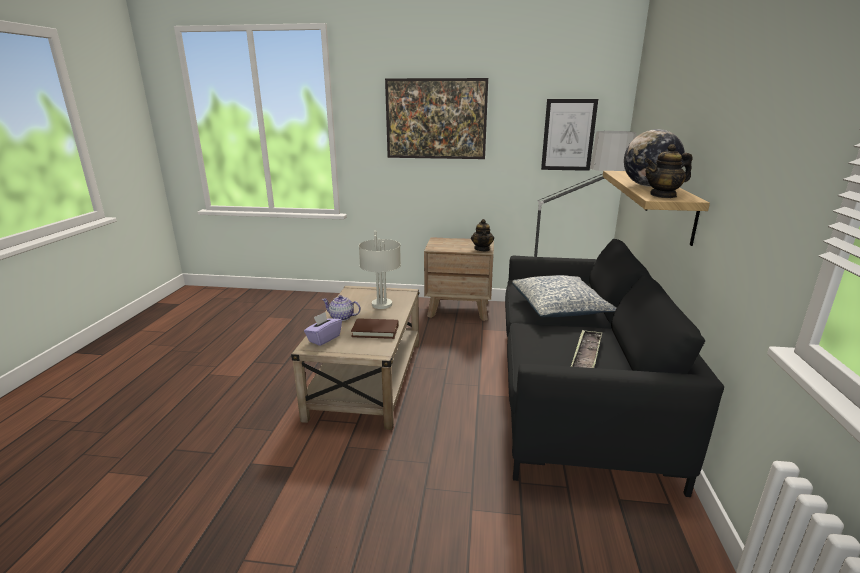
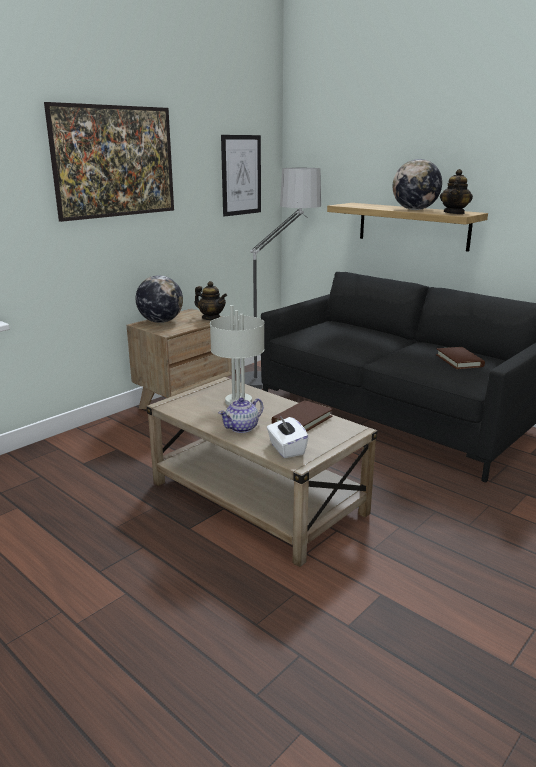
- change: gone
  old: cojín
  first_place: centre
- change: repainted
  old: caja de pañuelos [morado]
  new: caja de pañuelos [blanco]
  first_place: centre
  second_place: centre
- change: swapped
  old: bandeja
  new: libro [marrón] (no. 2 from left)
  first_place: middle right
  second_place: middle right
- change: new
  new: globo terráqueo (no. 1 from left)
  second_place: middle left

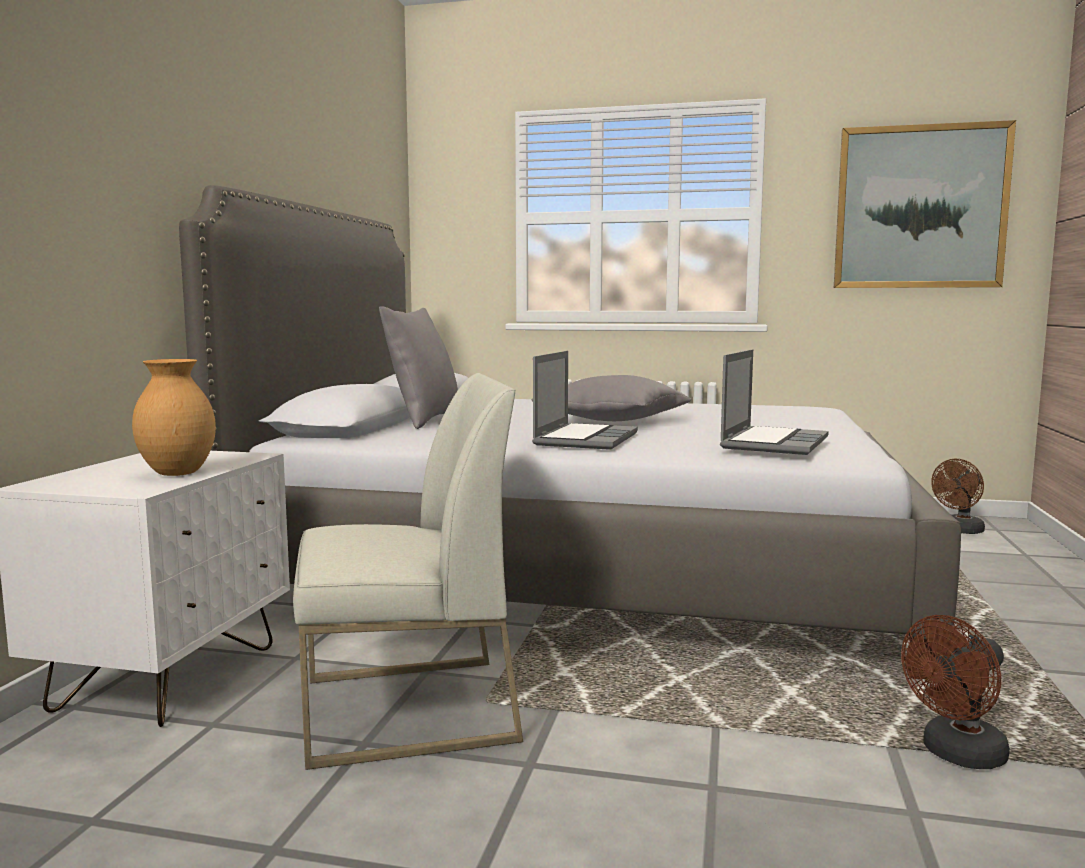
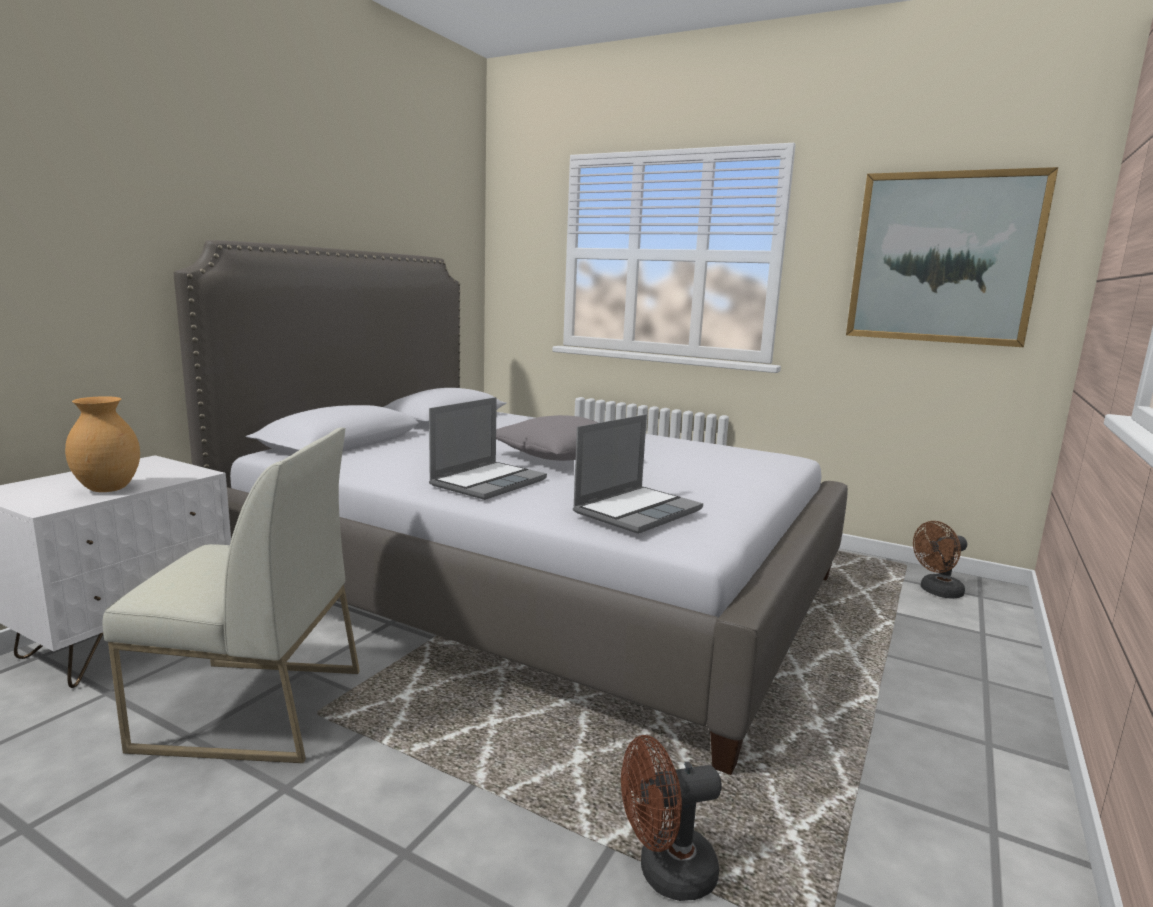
- change: gone
  old: cojín [gris] (no. 1 from left)
  first_place: centre

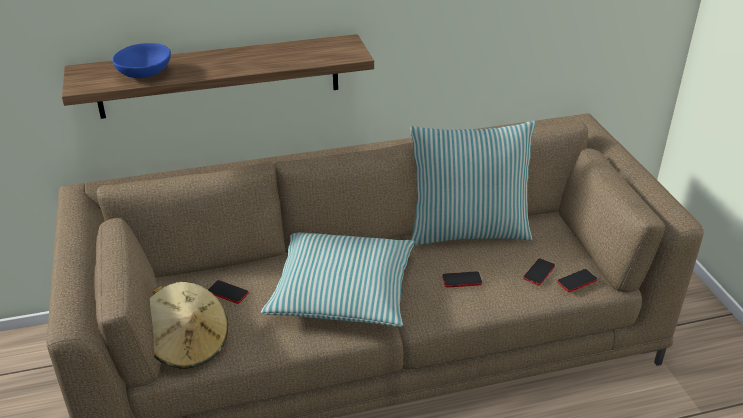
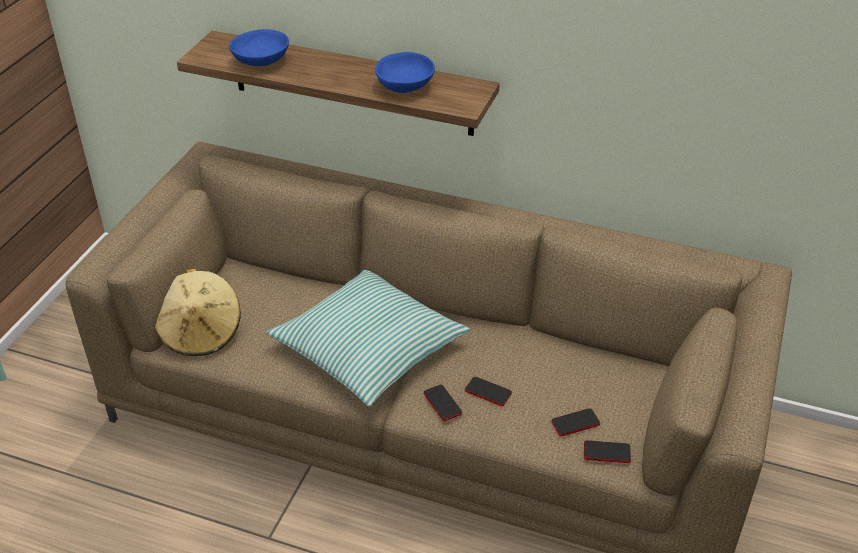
- change: gone
  old: cojín (no. 2 from left)
  first_place: centre
- change: shifted
  old: móvil (no. 1 from left)
  first_place: bottom left
  second_place: bottom centre
- change: new
  new: cuenco [azul] (no. 2 from left)
  second_place: top centre

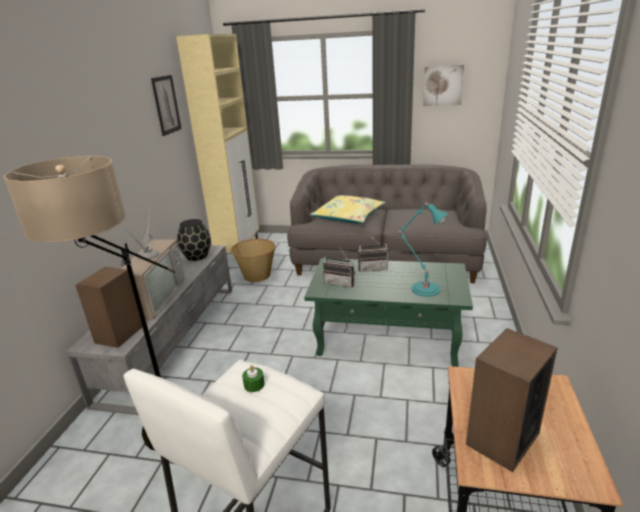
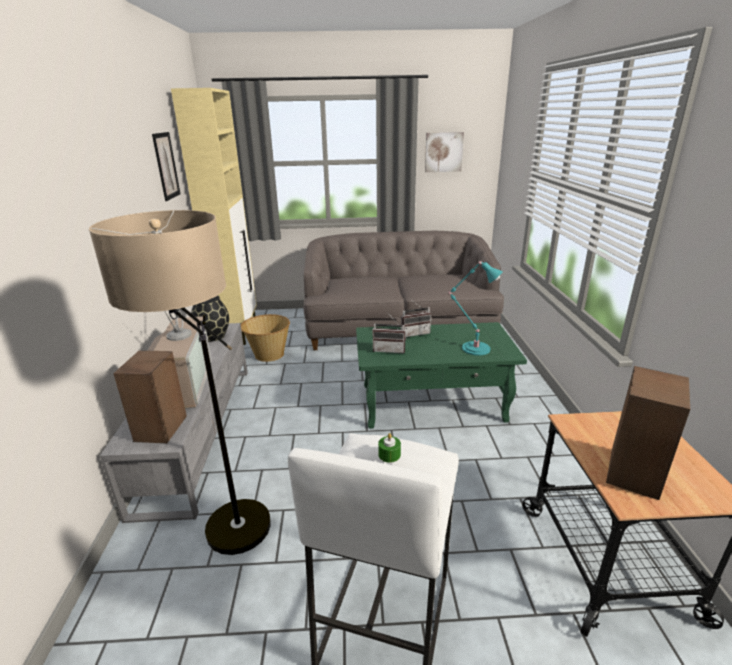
- change: gone
  old: cojín [amarillo]
  first_place: centre

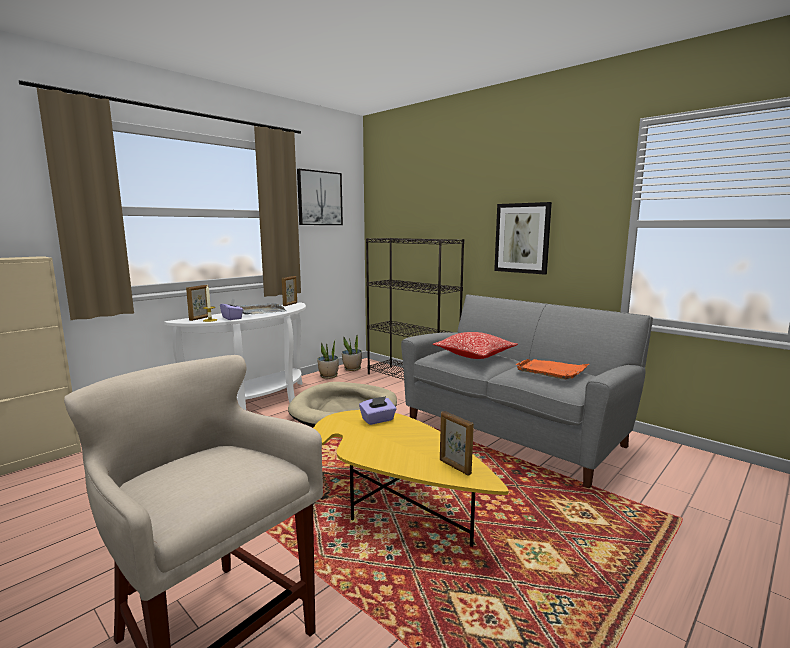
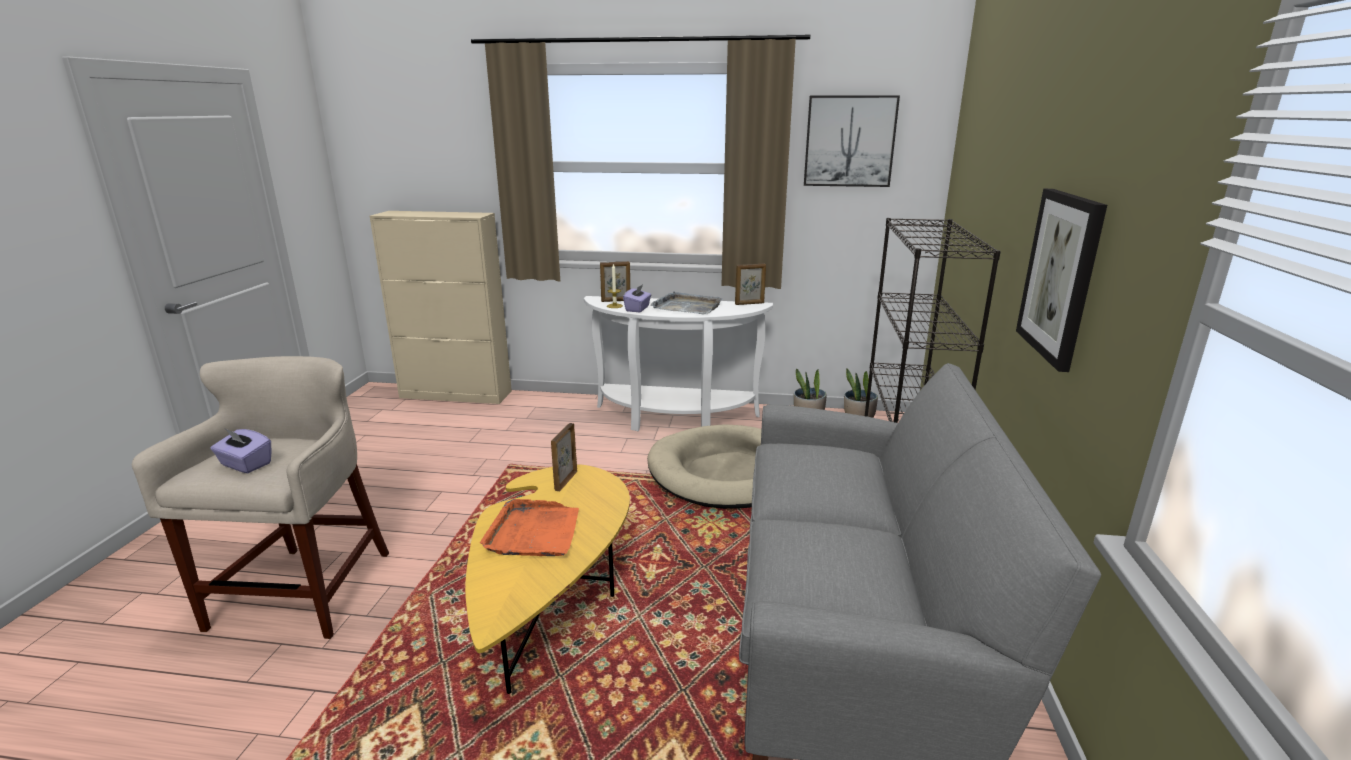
- change: gone
  old: cojín
  first_place: centre
- change: shifted
  old: bandeja [naranja]
  first_place: middle right
  second_place: bottom centre
- change: shifted
  old: caja de pañuelos [morado] (no. 2 from left in the first image)
  new: caja de pañuelos [morado] (no. 1 from left)
  first_place: centre
  second_place: middle left
- change: shifted
  old: portarretratos (no. 3 from left in the first image)
  new: portarretratos (no. 1 from left)
  first_place: bottom centre
  second_place: centre

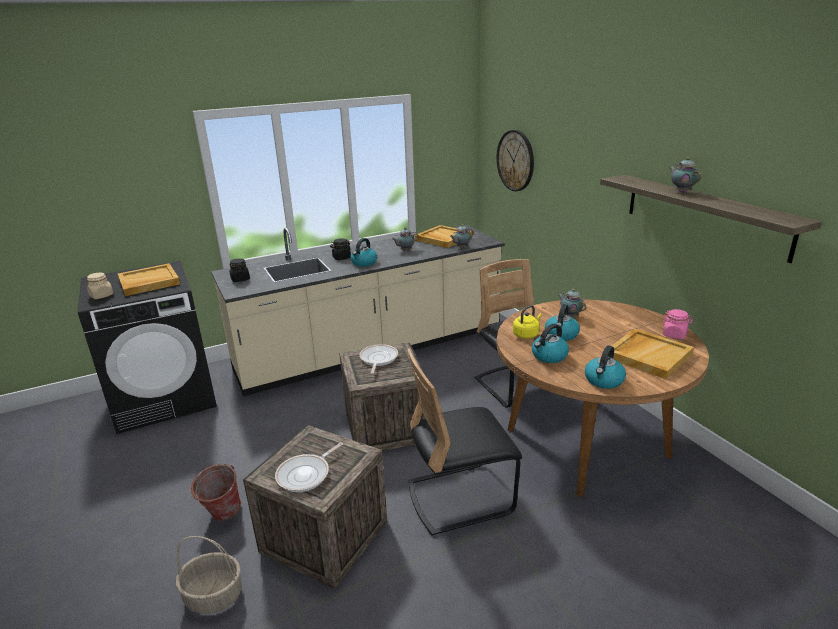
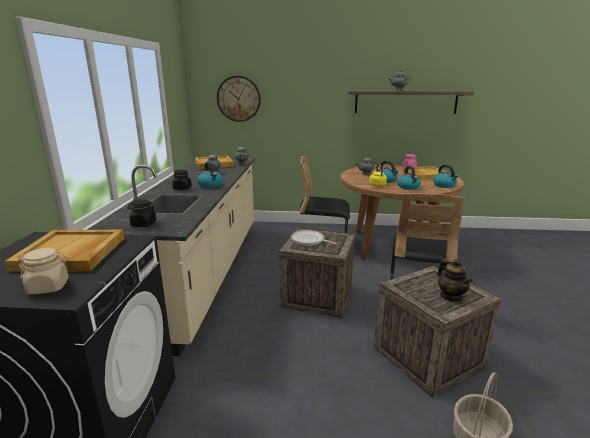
- change: swapped
  old: sartén (no. 1 from left)
  new: tetera (no. 5 from left)
  first_place: bottom centre
  second_place: middle right
- change: gone
  old: cubo
  first_place: bottom left

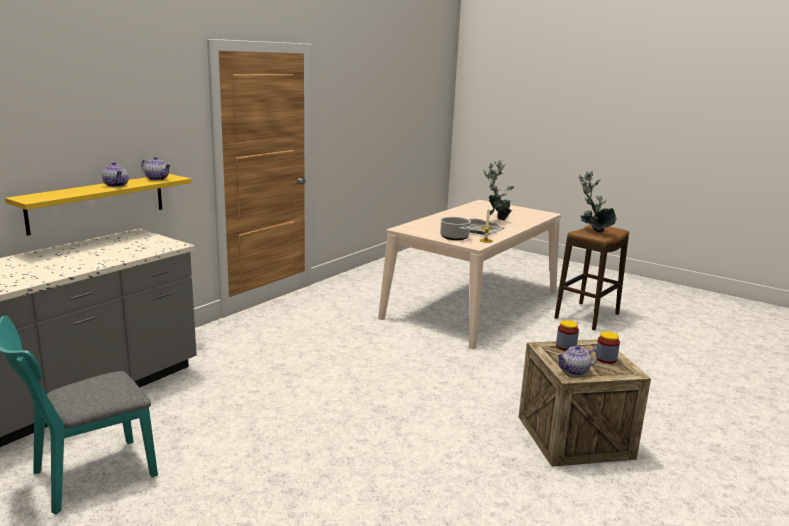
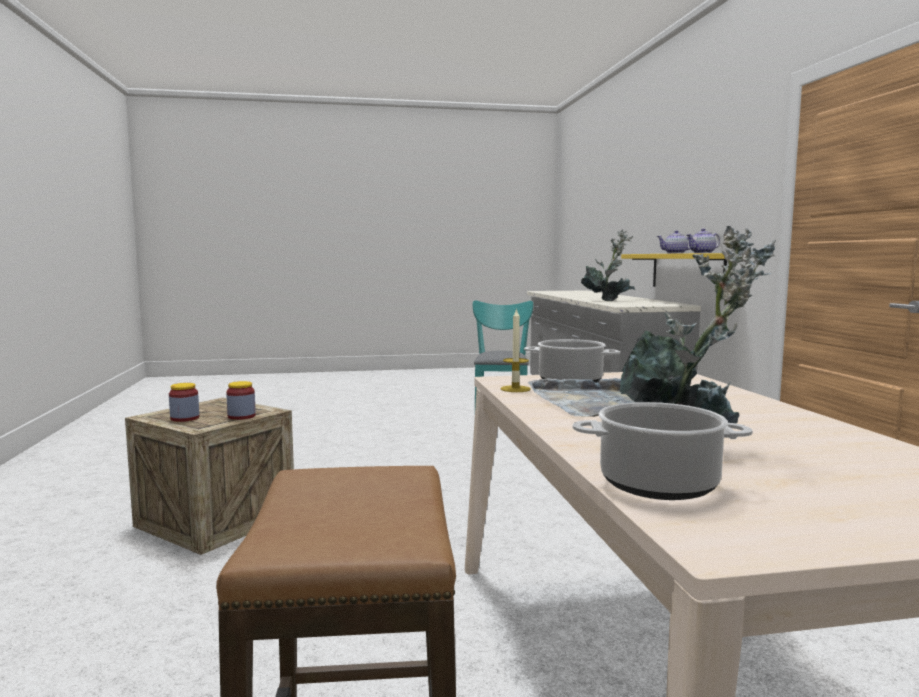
- change: shifted
  old: planta en maceta (no. 2 from left in the first image)
  new: planta en maceta (no. 1 from left)
  first_place: middle right
  second_place: centre
- change: gone
  old: tetera (no. 3 from left)
  first_place: bottom right
- change: new
  new: olla (no. 2 from left)
  second_place: middle right

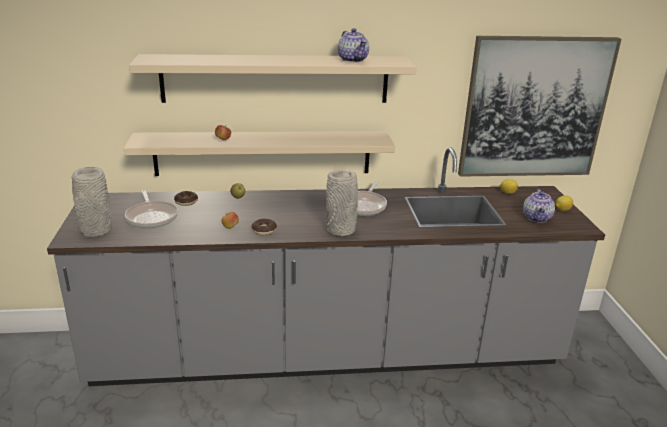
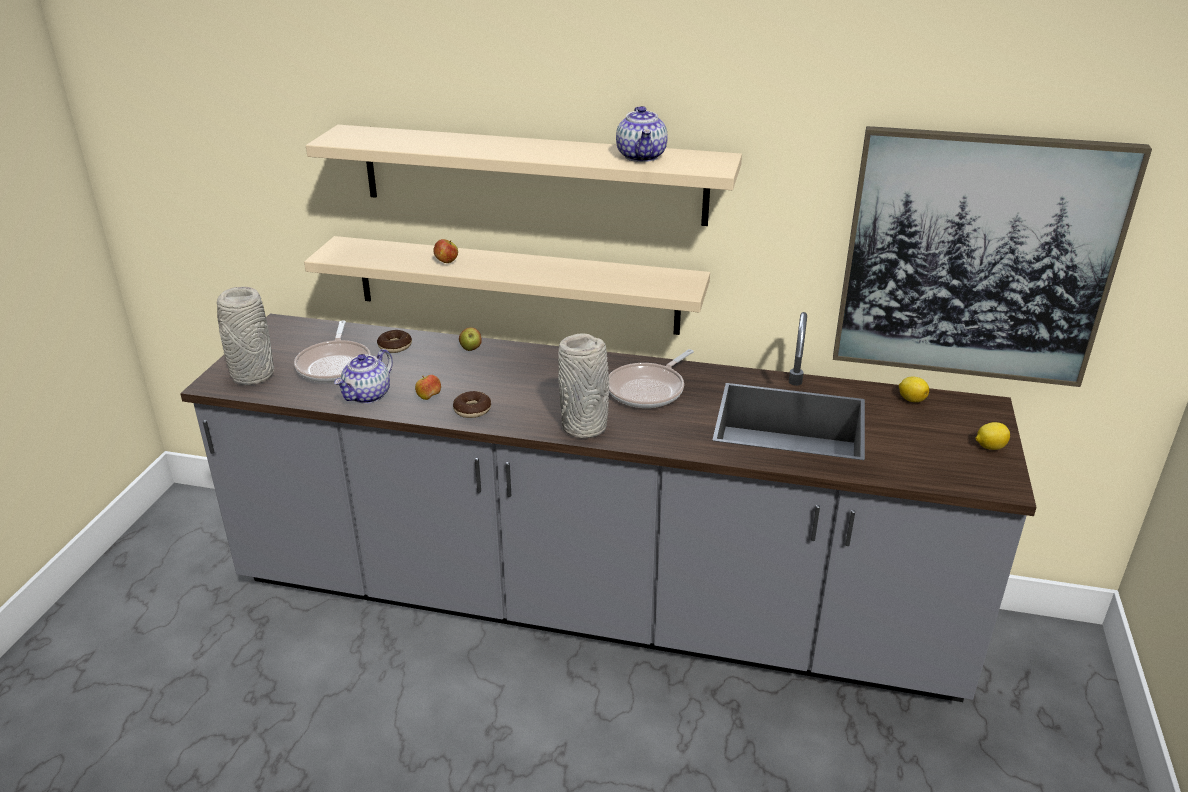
- change: shifted
  old: tetera (no. 2 from left in the first image)
  new: tetera (no. 1 from left)
  first_place: middle right
  second_place: middle left

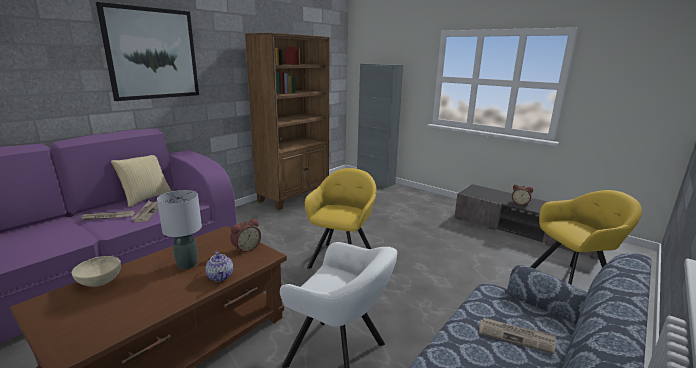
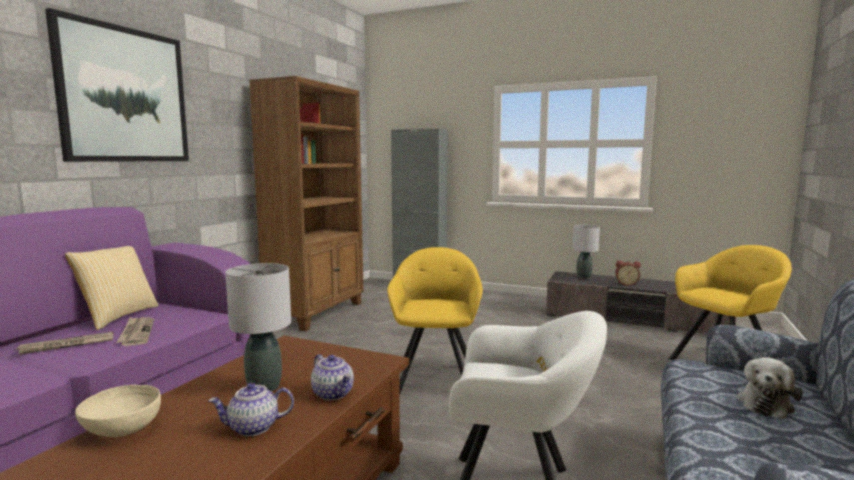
- change: gone
  old: despertador (no. 1 from left)
  first_place: centre
- change: swapped
  old: periódico (no. 3 from left)
  new: peluche
  first_place: bottom right
  second_place: bottom right
- change: new
  new: lámpara de mesa [gris] (no. 2 from left)
  second_place: middle right
- change: new
  new: tetera (no. 1 from left)
  second_place: bottom left

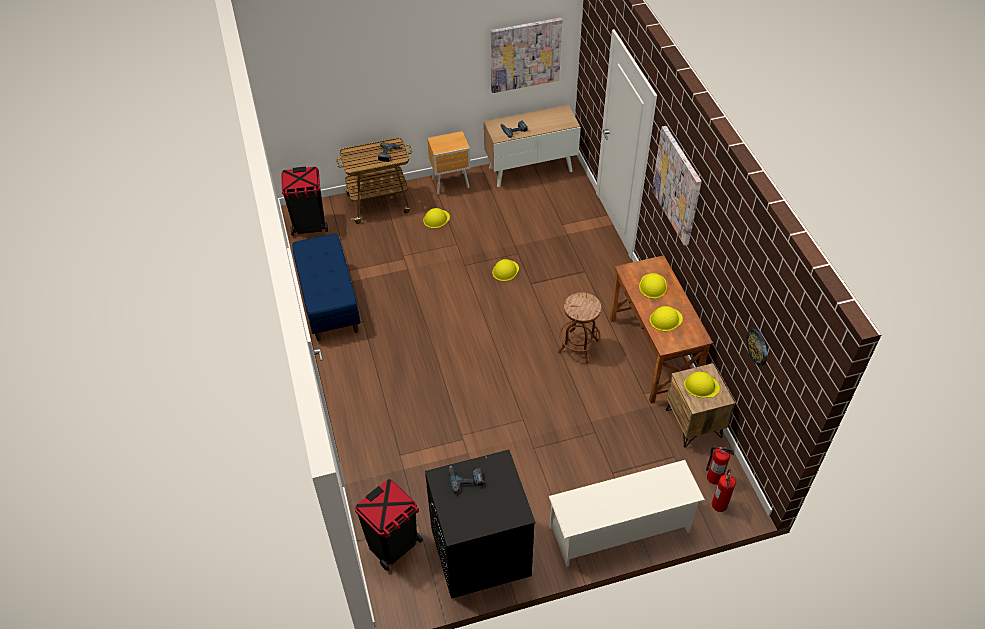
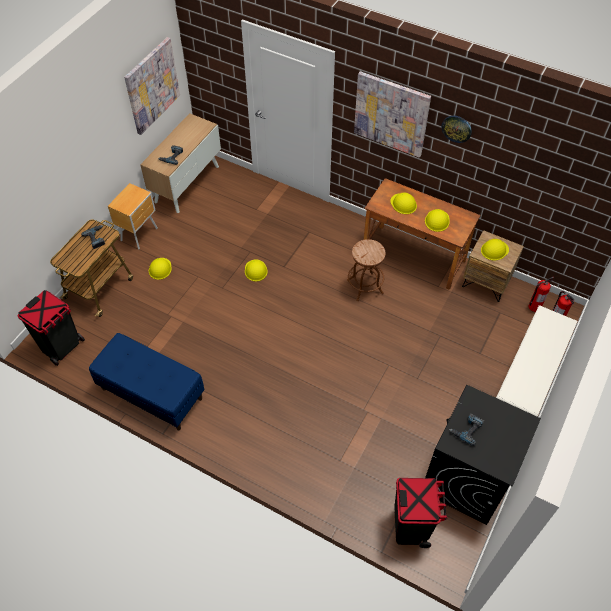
- change: shifted
  old: reloj de pared
  first_place: middle right
  second_place: top right

